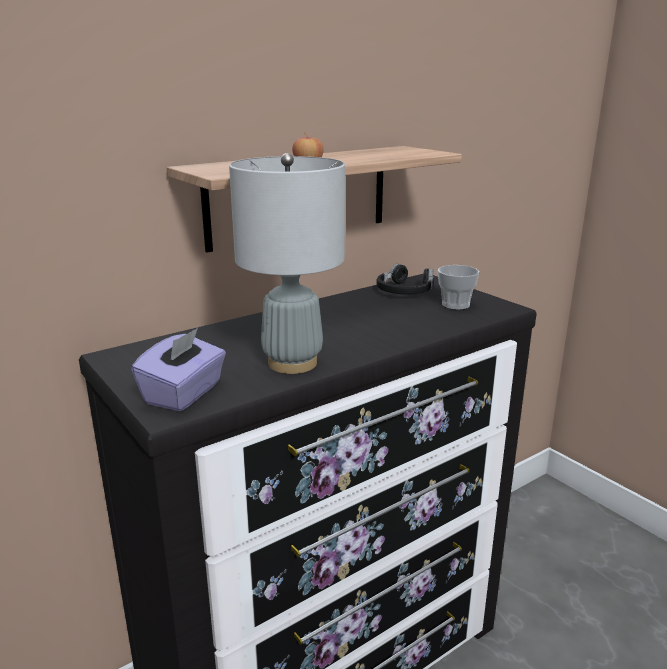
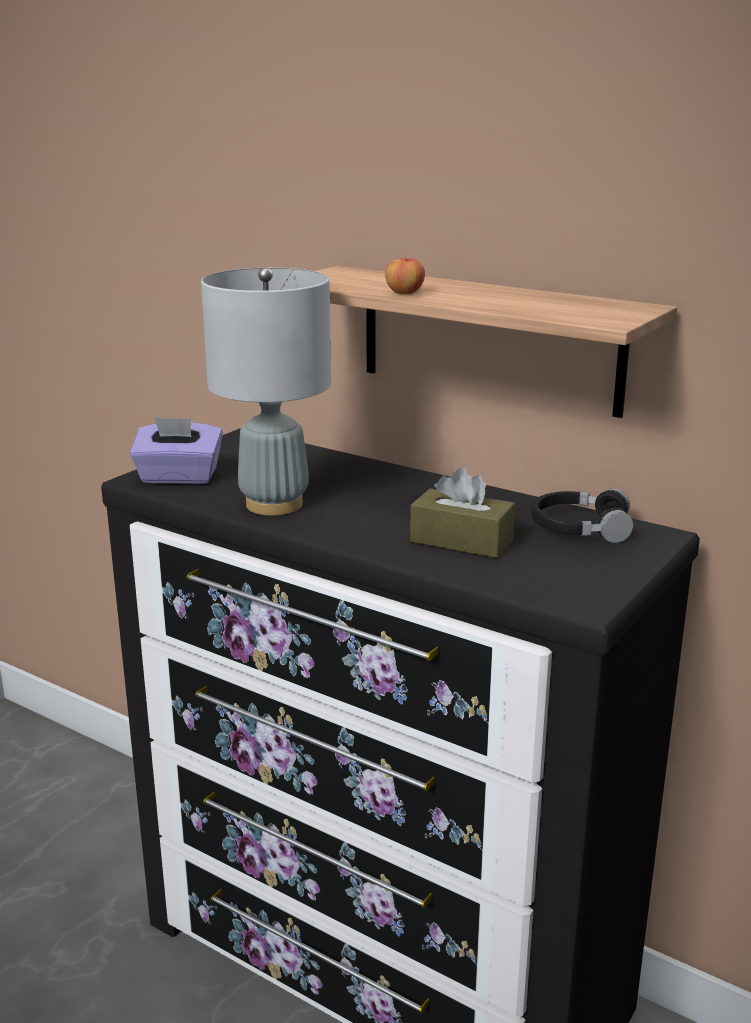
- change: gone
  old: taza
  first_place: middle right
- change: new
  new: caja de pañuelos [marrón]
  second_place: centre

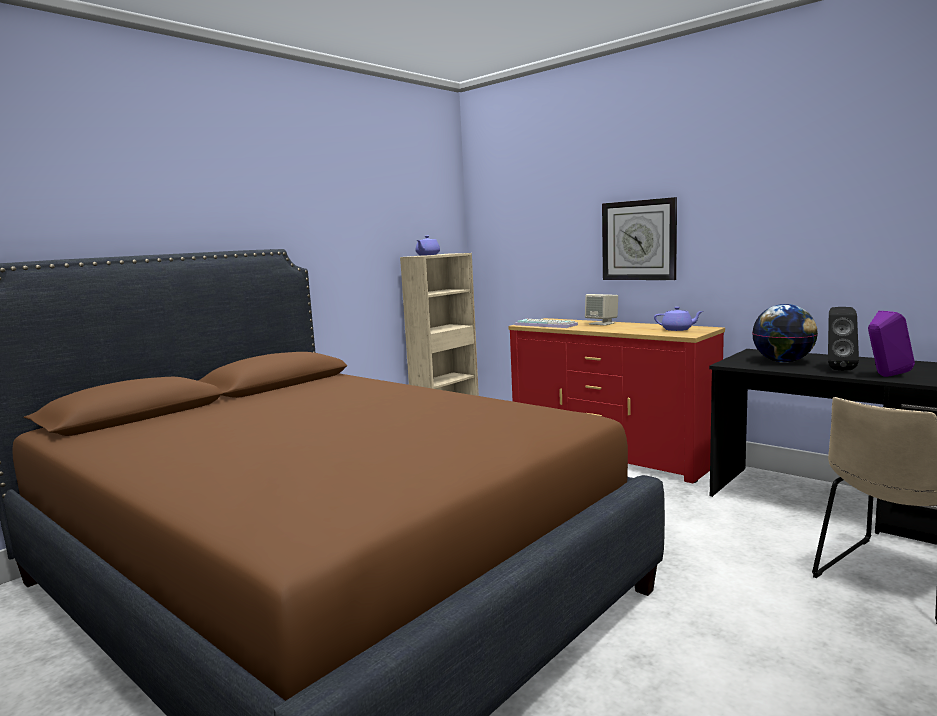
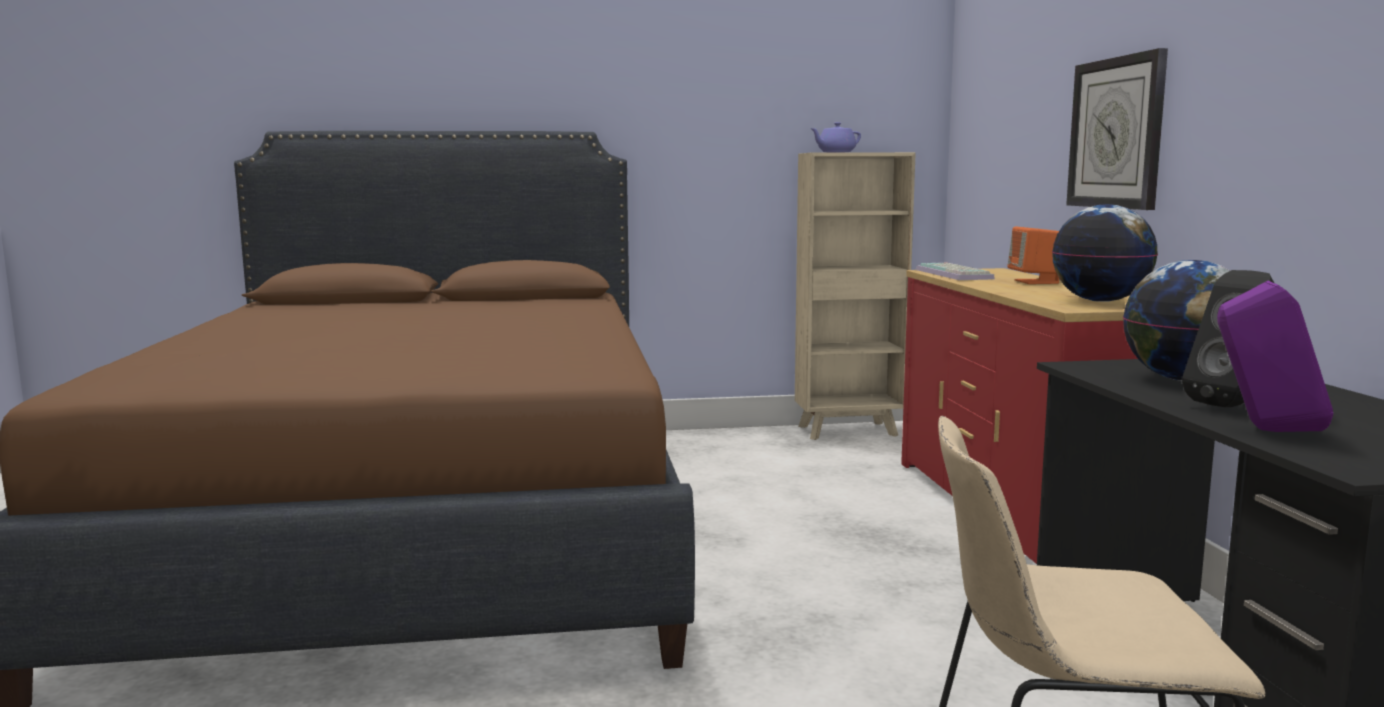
- change: repainted
  old: altavoz [beis]
  new: altavoz [naranja]
  first_place: centre
  second_place: middle right
- change: swapped
  old: tetera [morado] (no. 2 from left)
  new: globo terráqueo (no. 1 from left)
  first_place: middle right
  second_place: middle right

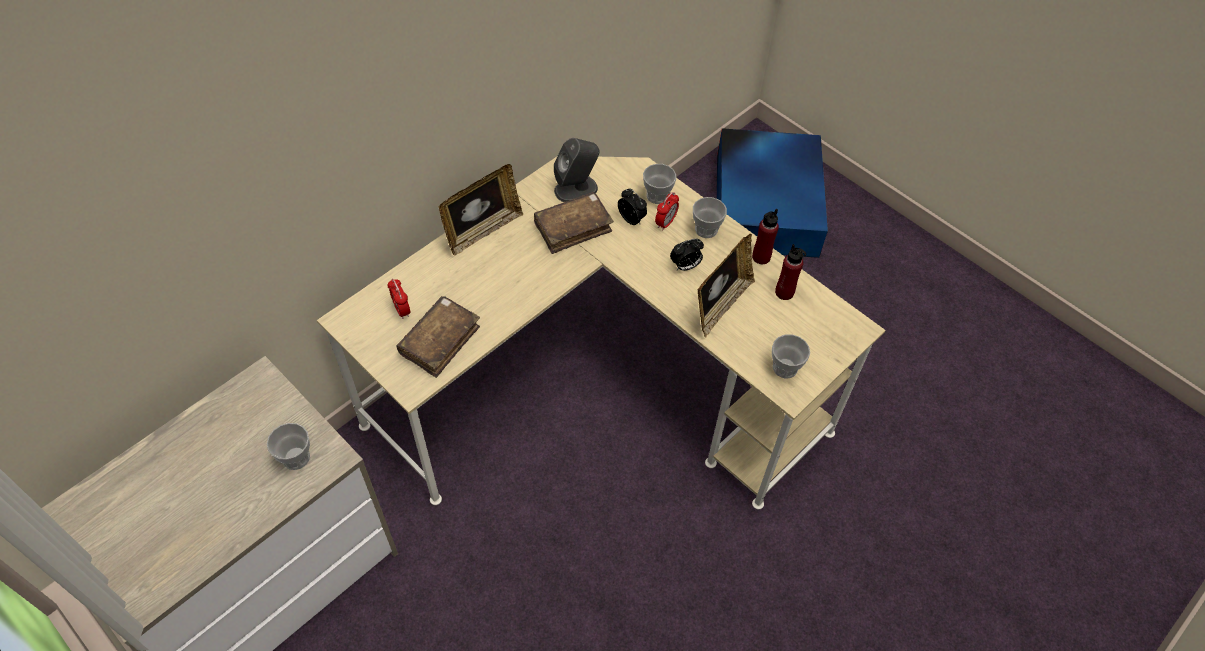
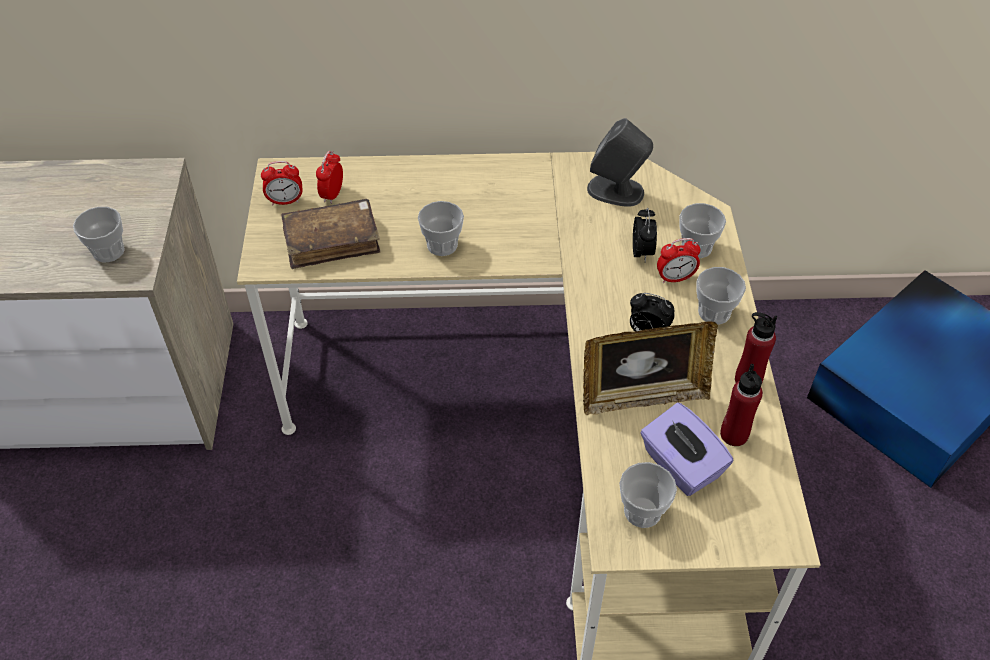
- change: gone
  old: portarretratos (no. 1 from left)
  first_place: top centre
- change: gone
  old: libro [marrón] (no. 2 from left)
  first_place: centre
- change: new
  new: despertador (no. 1 from left)
  second_place: top left
- change: new
  new: taza (no. 2 from left)
  second_place: centre
- change: new
  new: caja de pañuelos [morado]
  second_place: bottom right

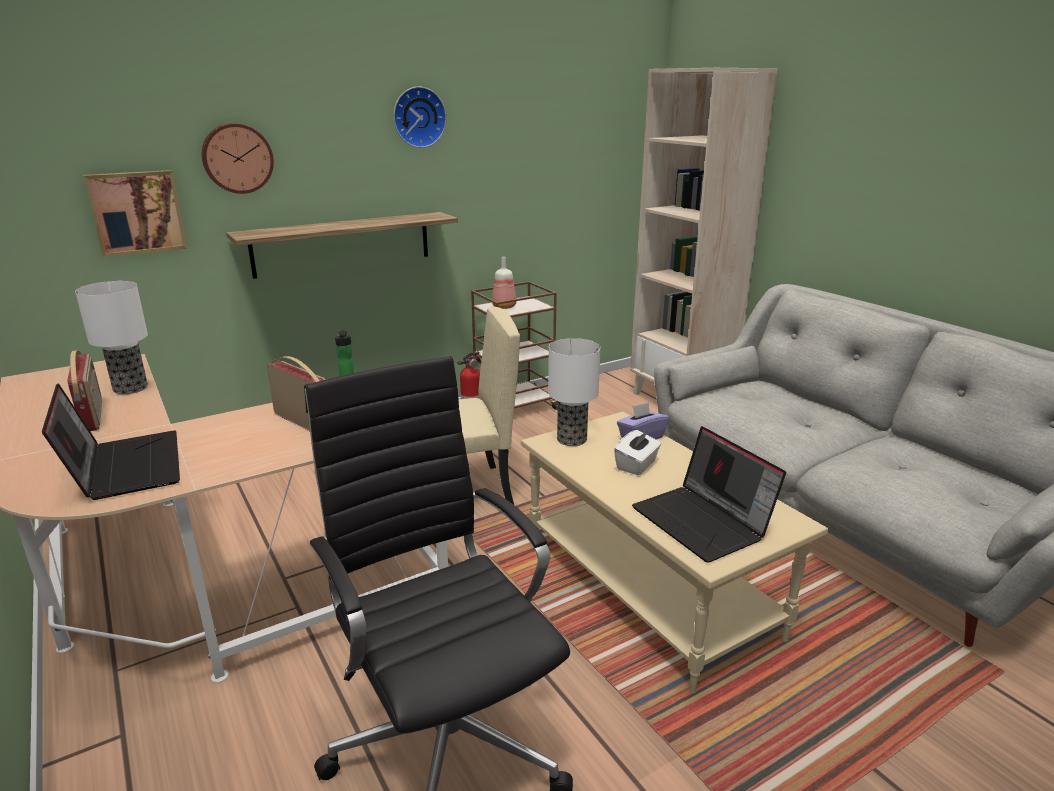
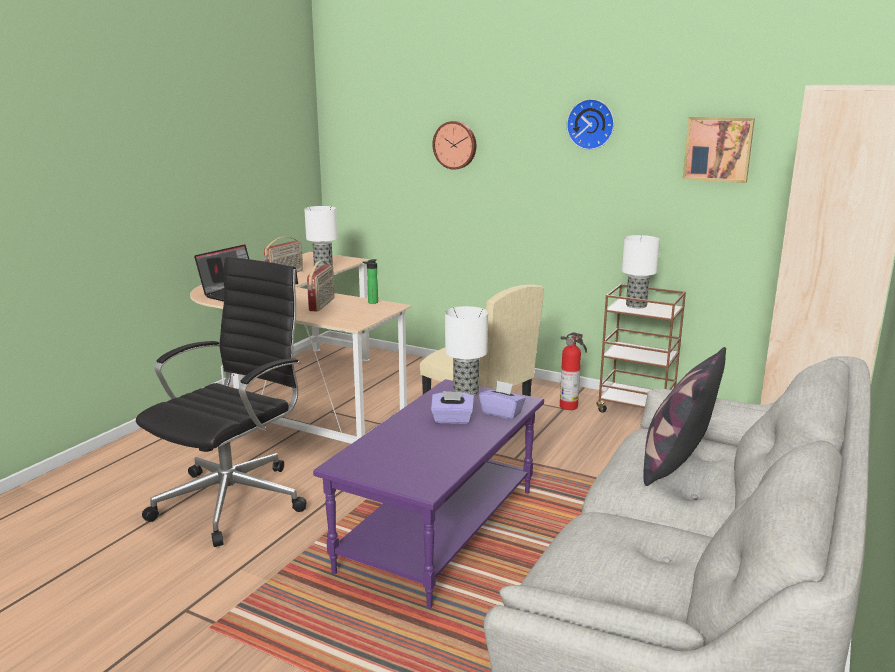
- change: shifted
  old: cuadro
  first_place: top left
  second_place: top right
- change: gone
  old: estante
  first_place: top left
- change: swapped
  old: botella (no. 2 from left)
  new: lámpara de mesa (no. 3 from left)
  first_place: centre
  second_place: middle right
- change: repainted
  old: mesa de centro [beis]
  new: mesa de centro [morado]
  first_place: bottom centre
  second_place: bottom centre
- change: gone
  old: portátil (no. 2 from left)
  first_place: middle right
- change: repainted
  old: caja de pañuelos [blanco]
  new: caja de pañuelos [morado] (no. 1 from left)
  first_place: centre
  second_place: centre
- change: new
  new: cojín
  second_place: middle right

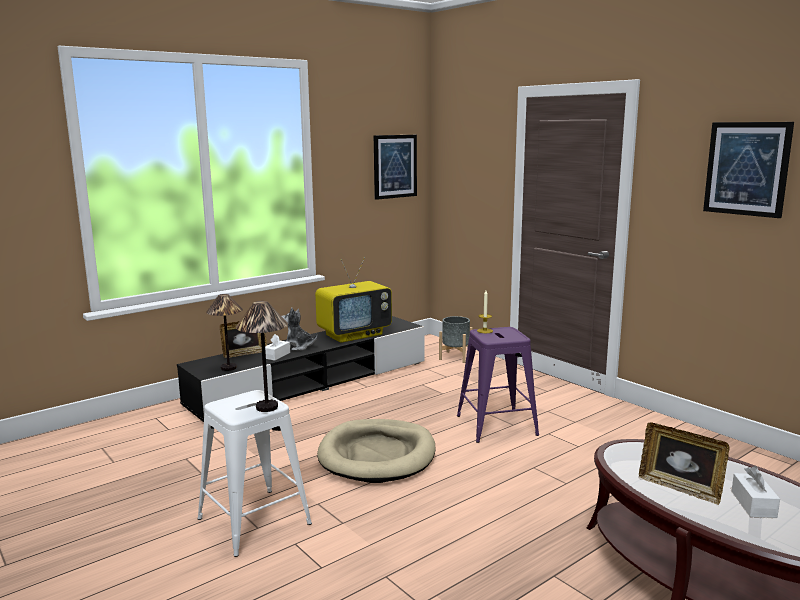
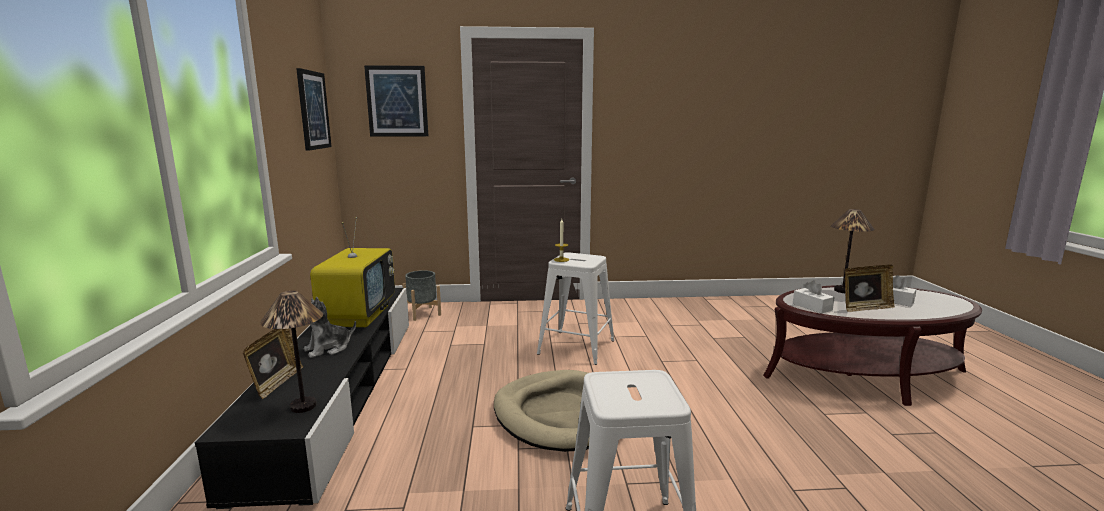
- change: shifted
  old: cuadro (no. 2 from left)
  first_place: top right
  second_place: top centre
- change: shifted
  old: lámpara de mesa (no. 2 from left)
  first_place: middle left
  second_place: middle right
- change: repainted
  old: taburete [morado]
  new: taburete [blanco] (no. 1 from left)
  first_place: centre
  second_place: centre
- change: shifted
  old: caja de pañuelos [blanco] (no. 1 from left)
  first_place: centre
  second_place: middle right

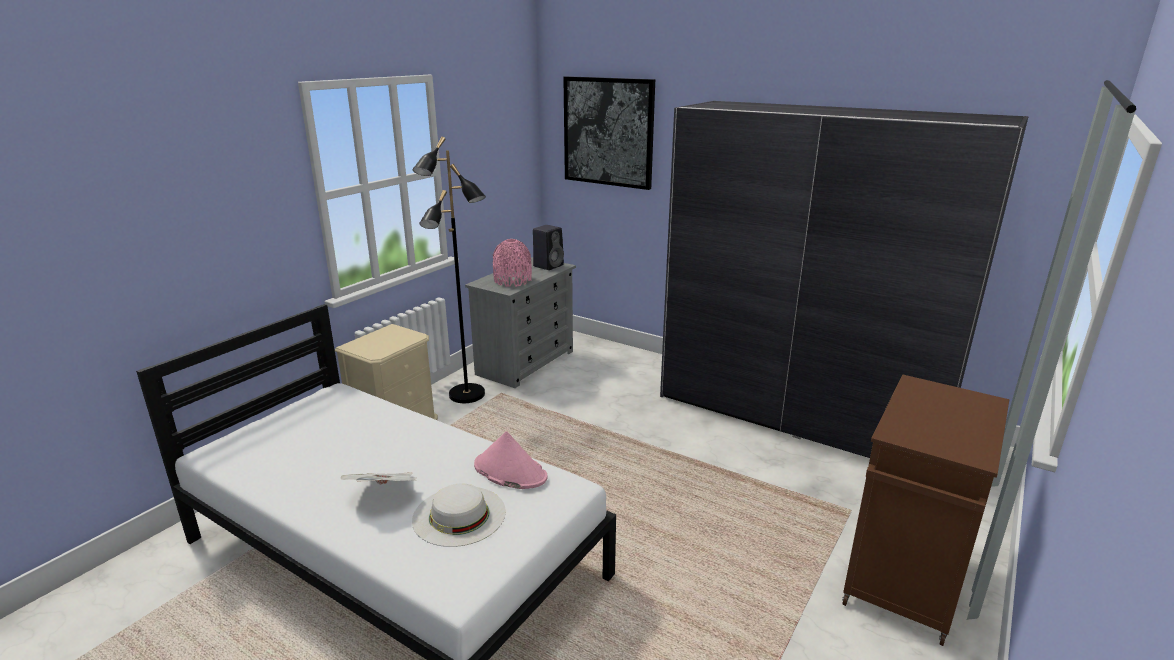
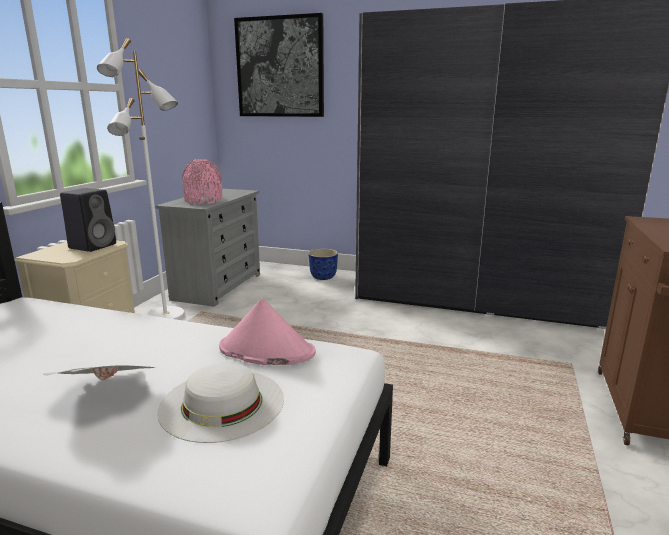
- change: repainted
  old: lámpara de pie [negro]
  new: lámpara de pie [blanco]
  first_place: centre
  second_place: middle left
- change: shifted
  old: altavoz [negro]
  first_place: centre
  second_place: middle left
- change: new
  new: maceta
  second_place: centre

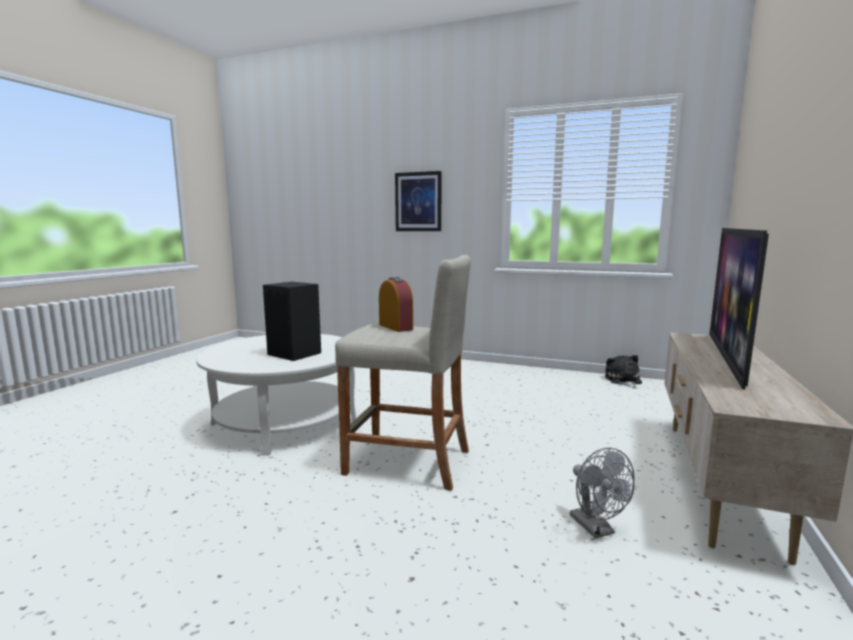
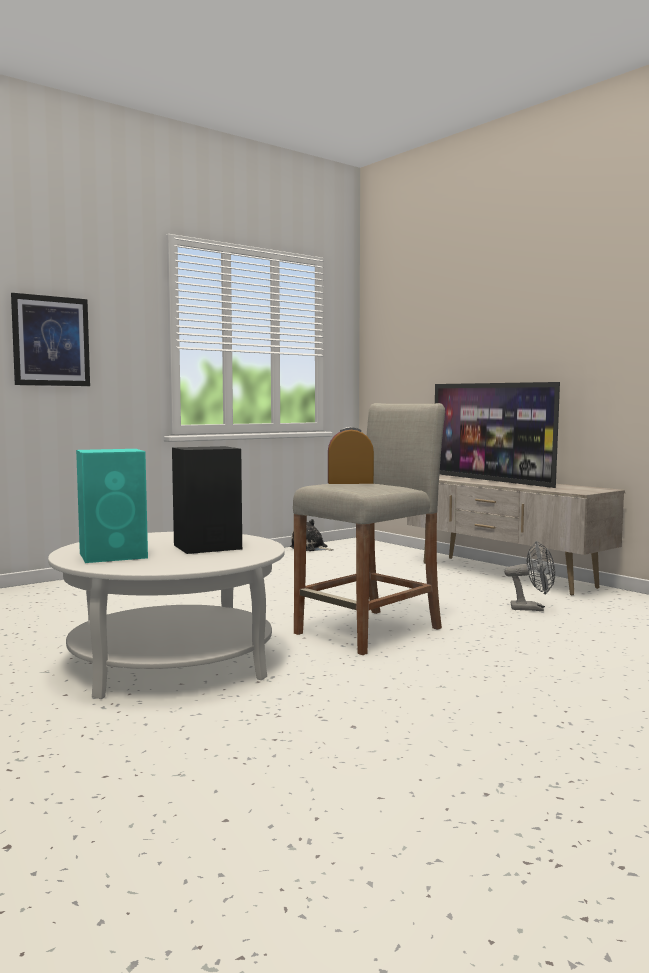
- change: new
  new: altavoz [turquesa]
  second_place: middle left

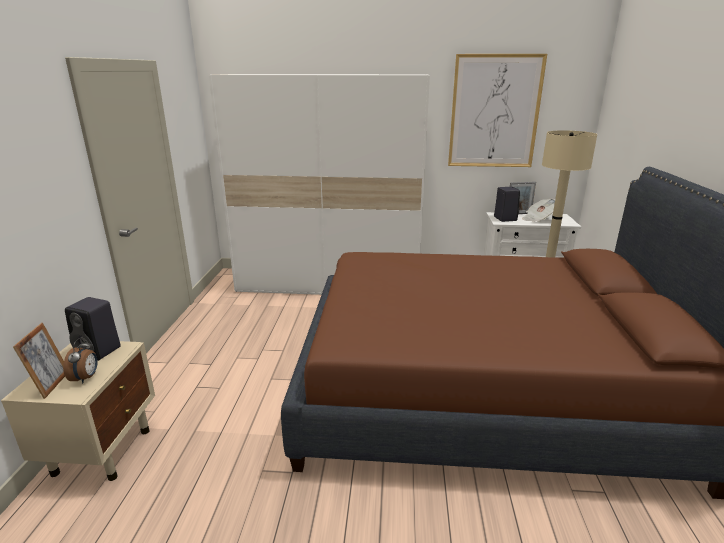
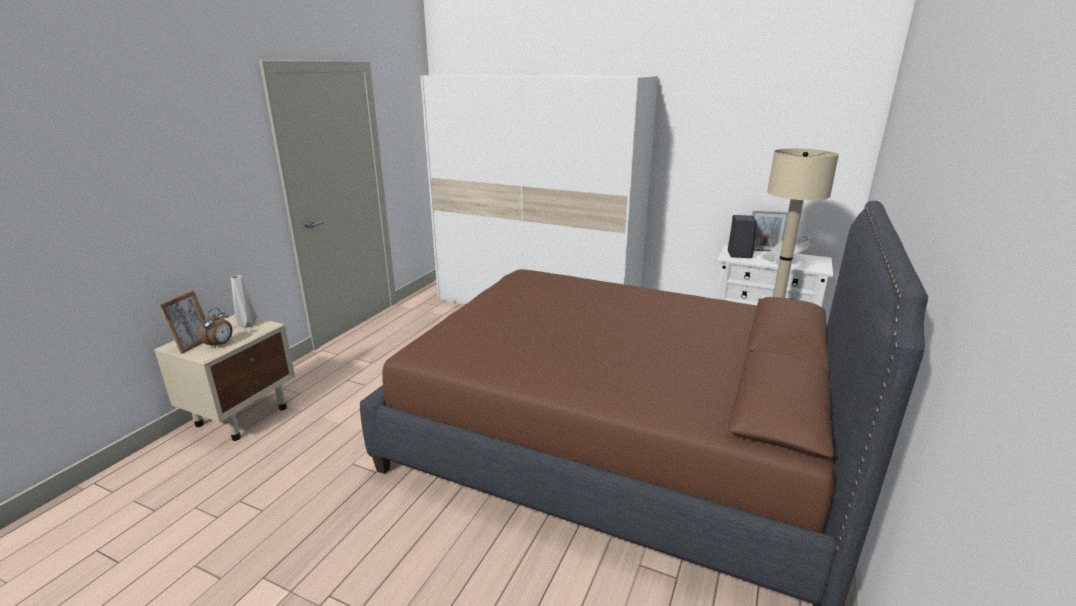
- change: gone
  old: cuadro
  first_place: top right
- change: swapped
  old: altavoz [negro] (no. 1 from left)
  new: florero [gris]
  first_place: middle left
  second_place: middle left

